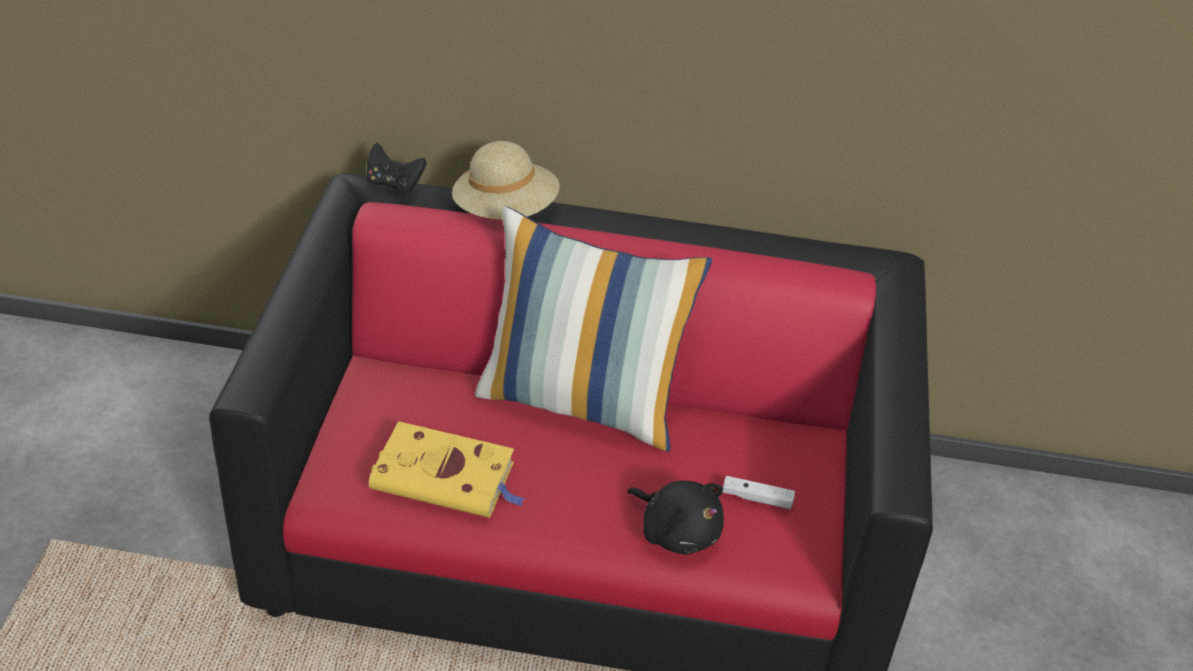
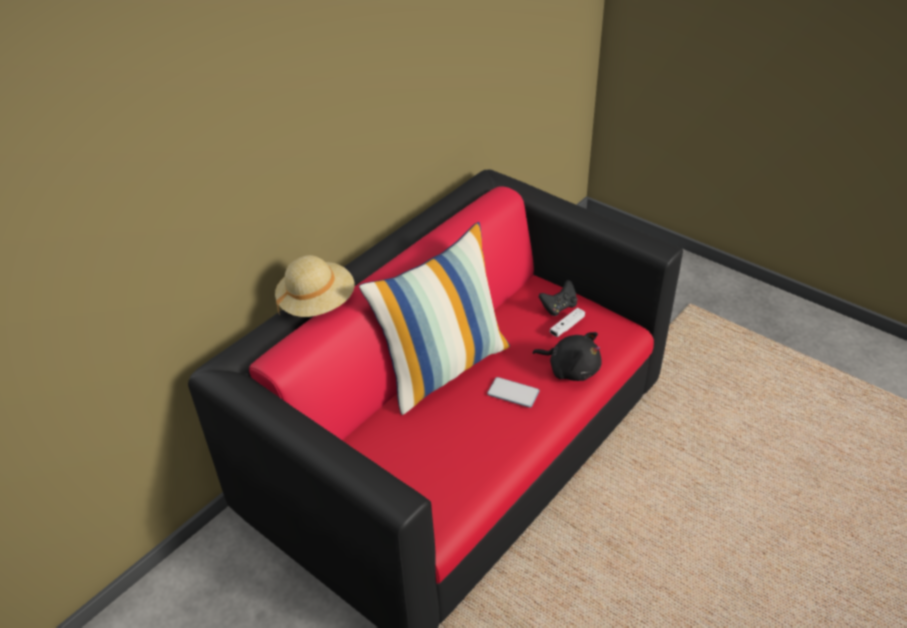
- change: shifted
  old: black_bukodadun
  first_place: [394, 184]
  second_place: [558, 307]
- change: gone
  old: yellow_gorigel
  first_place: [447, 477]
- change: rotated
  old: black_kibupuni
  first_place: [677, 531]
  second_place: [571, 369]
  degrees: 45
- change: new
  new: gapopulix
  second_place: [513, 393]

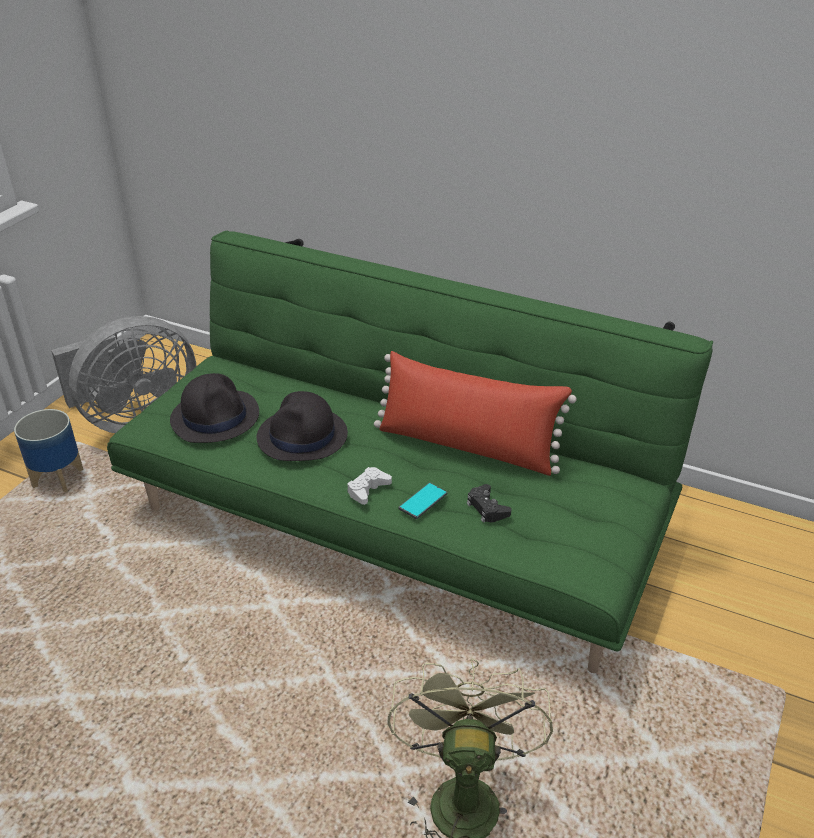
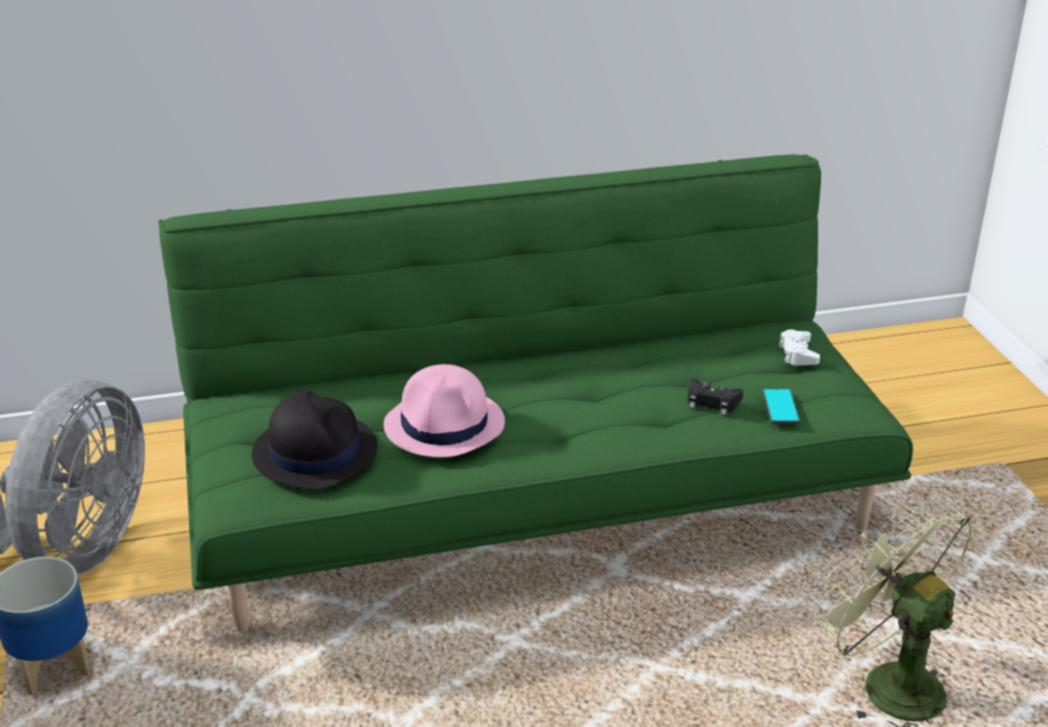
- change: repainted
  old: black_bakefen
  new: pink_bakefen
  first_place: [302, 437]
  second_place: [445, 425]
- change: shifted
  old: white_bukodadun
  first_place: [368, 489]
  second_place: [797, 354]
- change: gone
  old: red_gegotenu
  first_place: [467, 446]
- change: shifted
  old: gapopulix
  first_place: [423, 501]
  second_place: [781, 407]

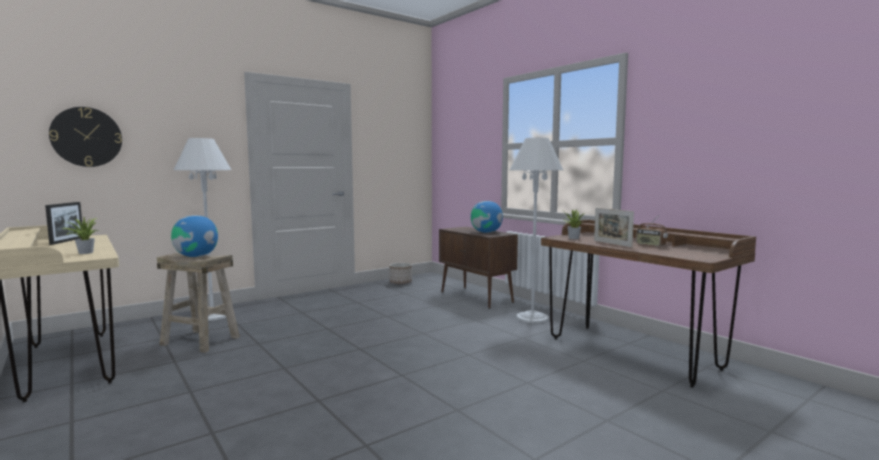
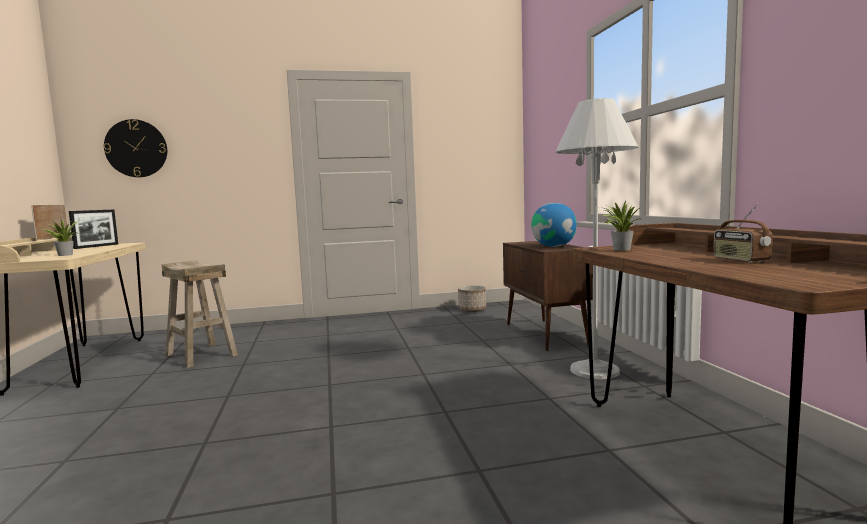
- change: gone
  old: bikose
  first_place: [196, 256]
- change: gone
  old: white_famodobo
  first_place: [212, 316]
- change: shifted
  old: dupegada
  first_place: [612, 243]
  second_place: [53, 237]

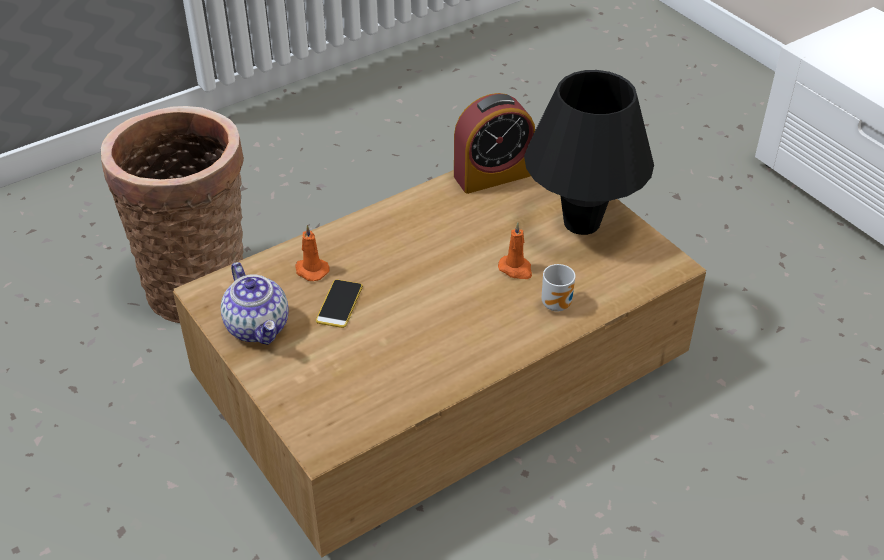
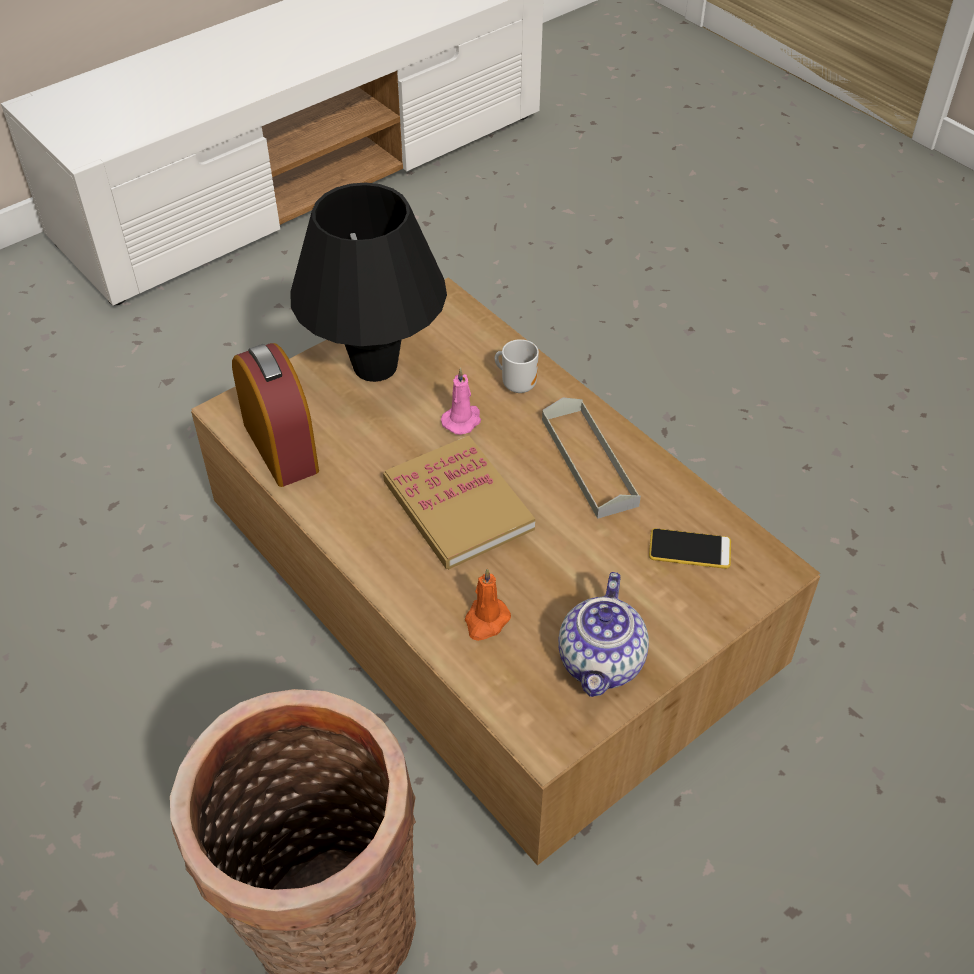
- change: rotated
  old: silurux
  first_place: [259, 327]
  second_place: [602, 662]
  degrees: 135
- change: shifted
  old: gapopulix
  first_place: [339, 304]
  second_place: [689, 549]
- change: repainted
  old: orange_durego
  new: pink_durego
  first_place: [516, 269]
  second_place: [462, 420]
- change: new
  new: gorigel
  second_place: [458, 506]
- change: new
  new: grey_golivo
  second_place: [589, 462]

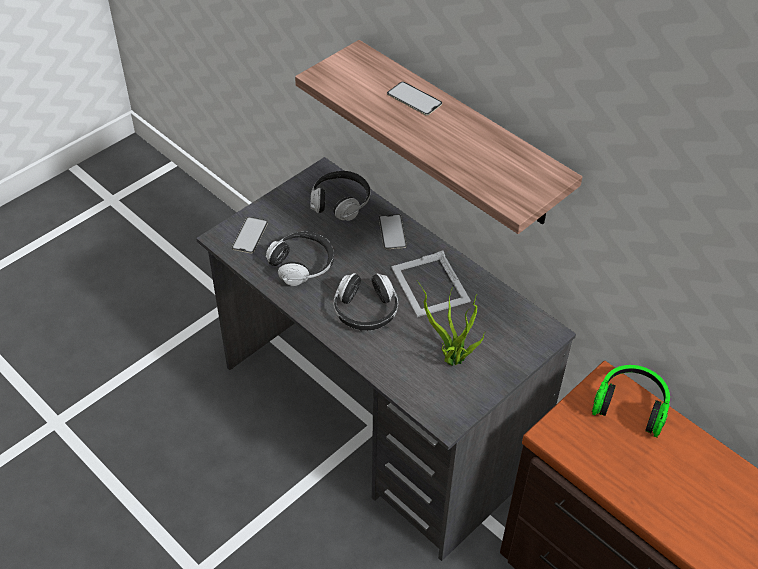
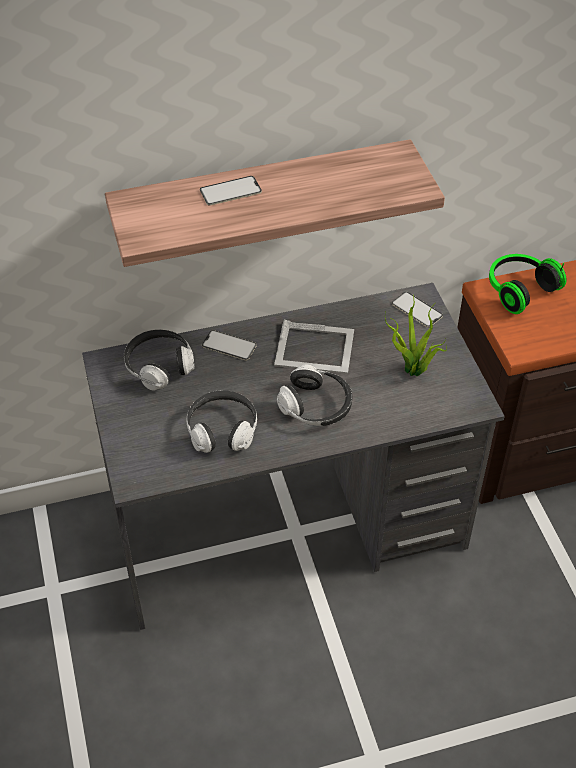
- change: shifted
  old: gapopulix
  first_place: [250, 235]
  second_place: [417, 310]

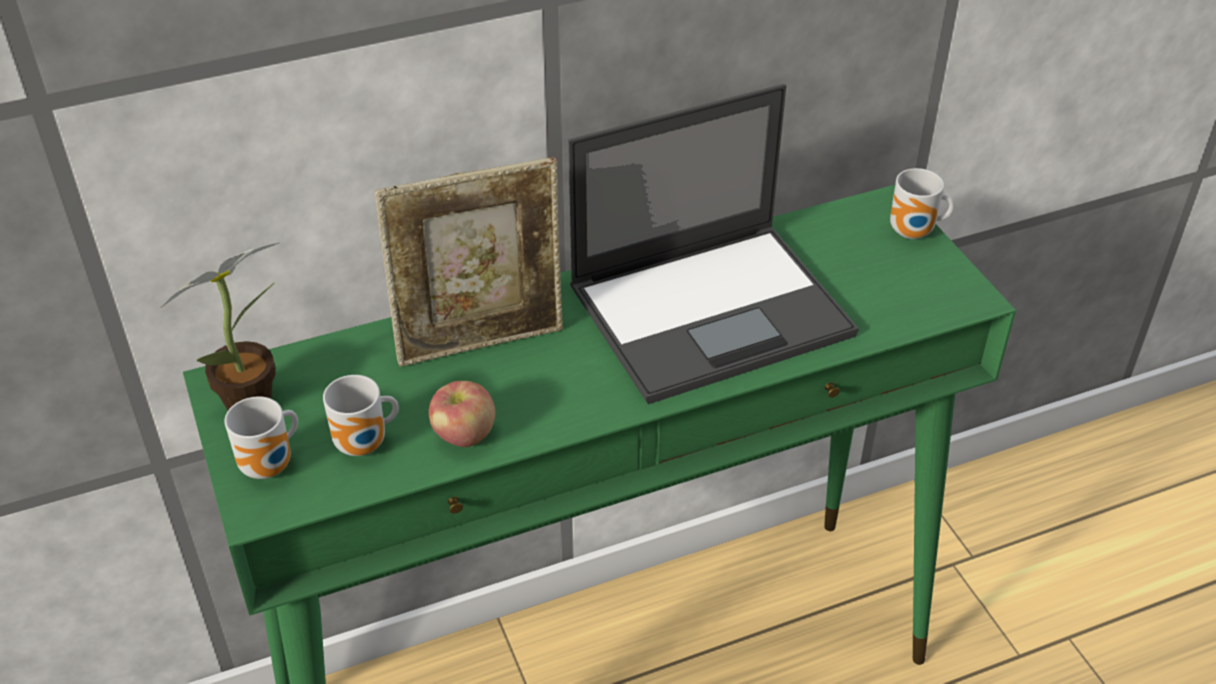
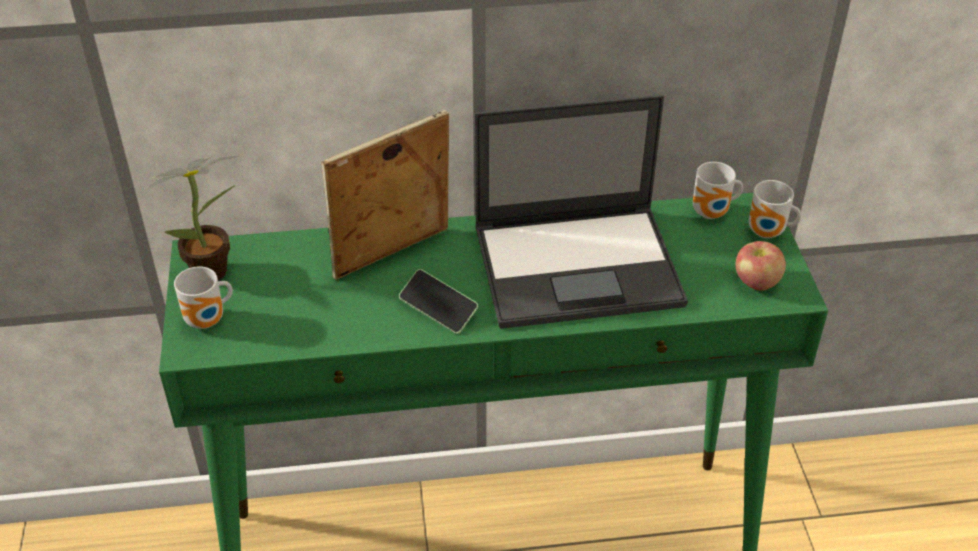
- change: shifted
  old: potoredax
  first_place: [365, 445]
  second_place: [713, 213]
- change: rotated
  old: dupegada
  first_place: [481, 341]
  second_place: [393, 257]
  degrees: 150
- change: shifted
  old: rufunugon
  first_place: [464, 435]
  second_place: [756, 282]
- change: new
  new: gapopulix
  second_place: [438, 309]

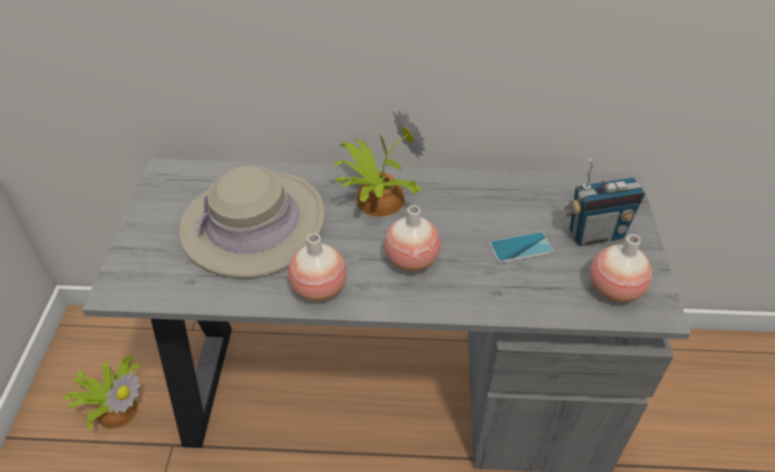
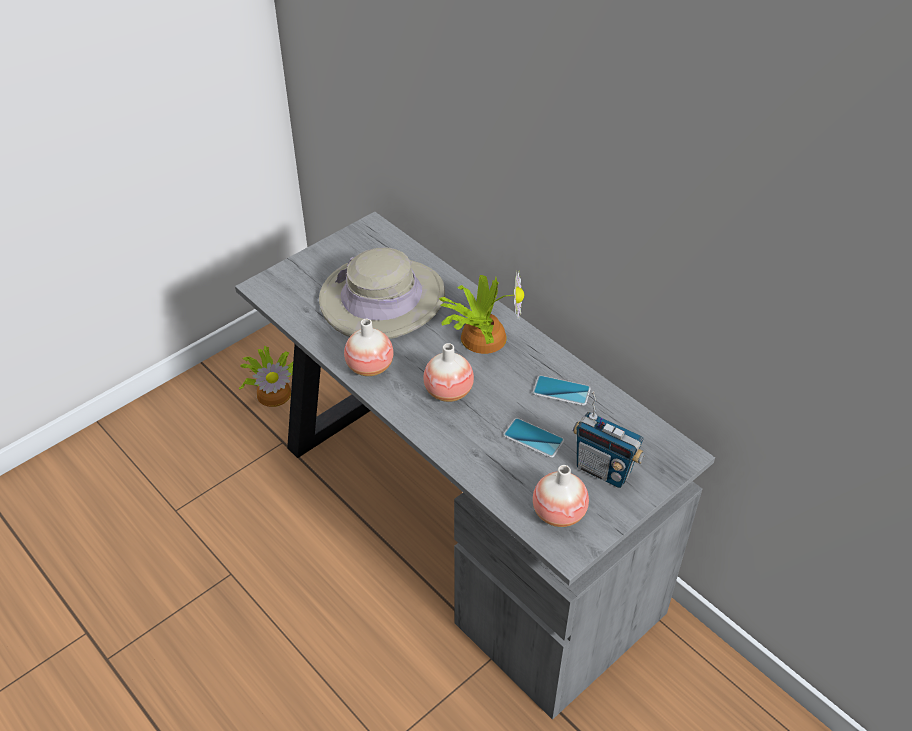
- change: new
  new: gapopulix
  second_place: [561, 391]

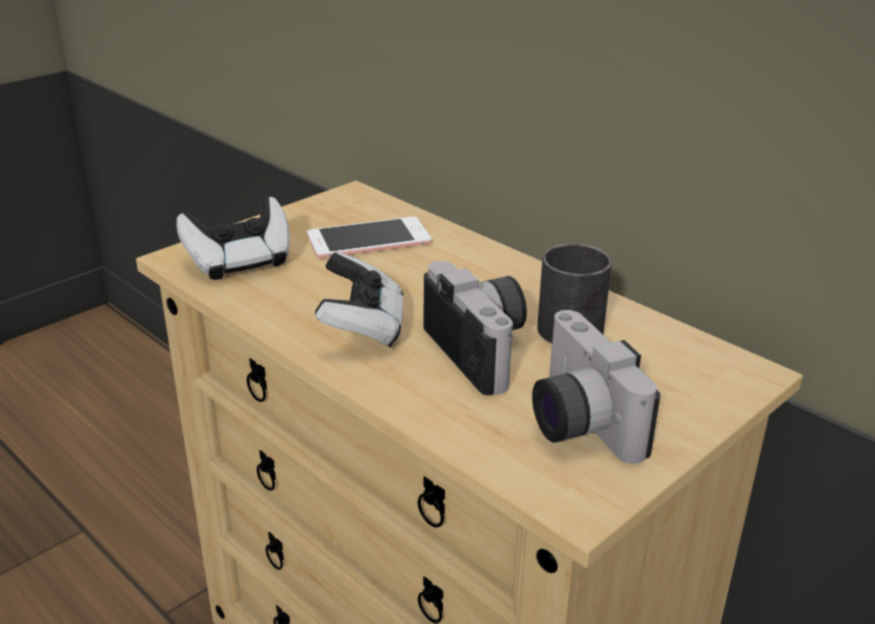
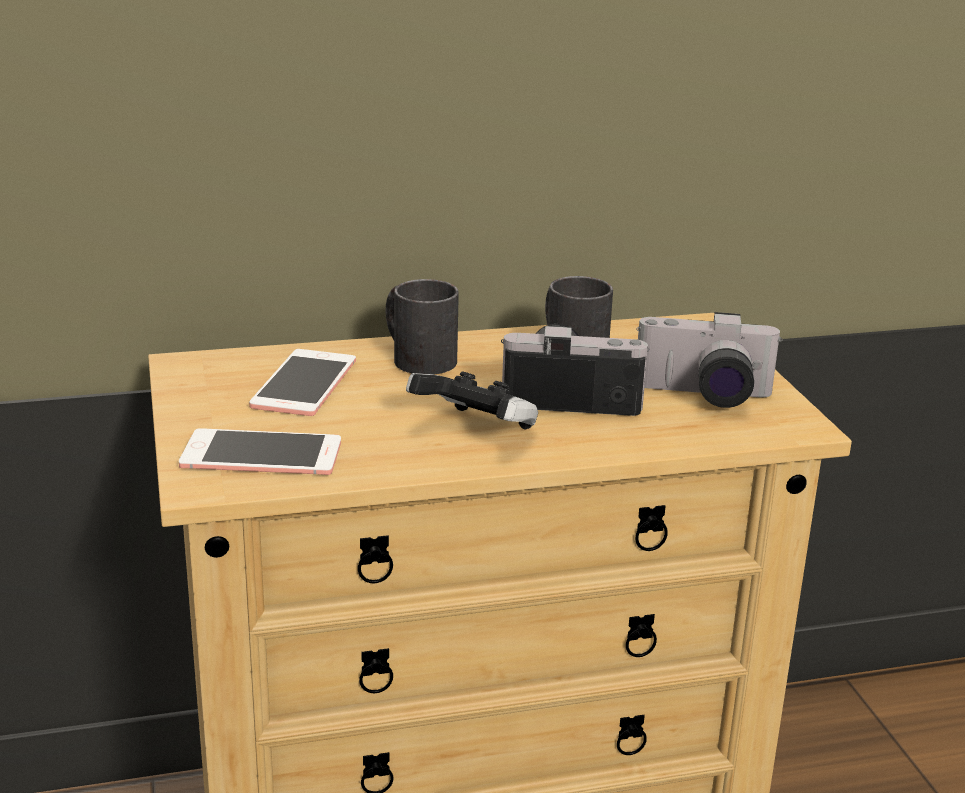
- change: swapped
  old: bukodadun
  new: gapopulix
  first_place: [239, 262]
  second_place: [261, 454]
- change: new
  new: black_potoredax
  second_place: [416, 357]

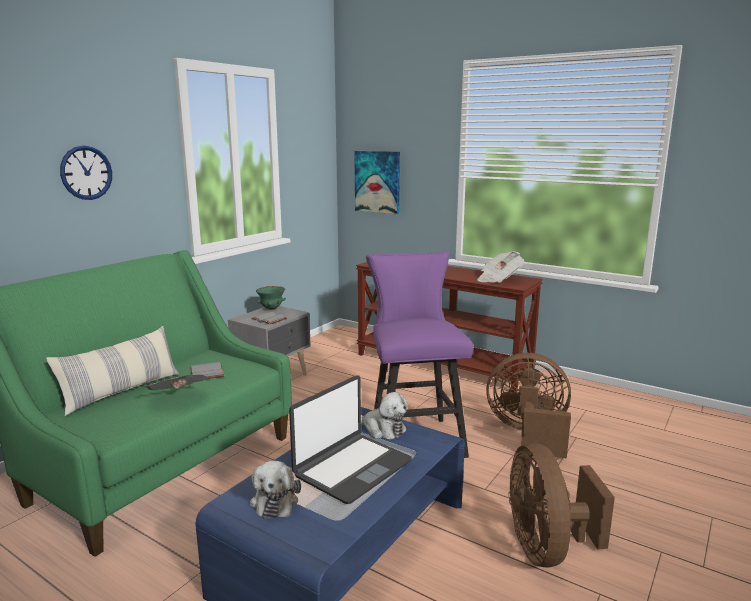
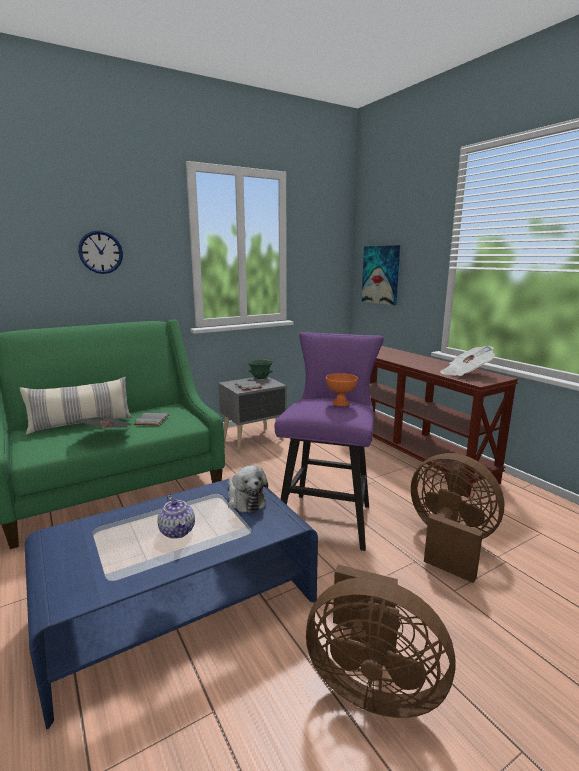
- change: gone
  old: kibupuni
  first_place: [275, 500]
- change: swapped
  old: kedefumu
  new: silurux
  first_place: [352, 468]
  second_place: [178, 531]
- change: rotated
  old: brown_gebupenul
  first_place: [546, 548]
  second_place: [371, 684]
  degrees: -90
- change: new
  new: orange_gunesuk
  second_place: [341, 403]

